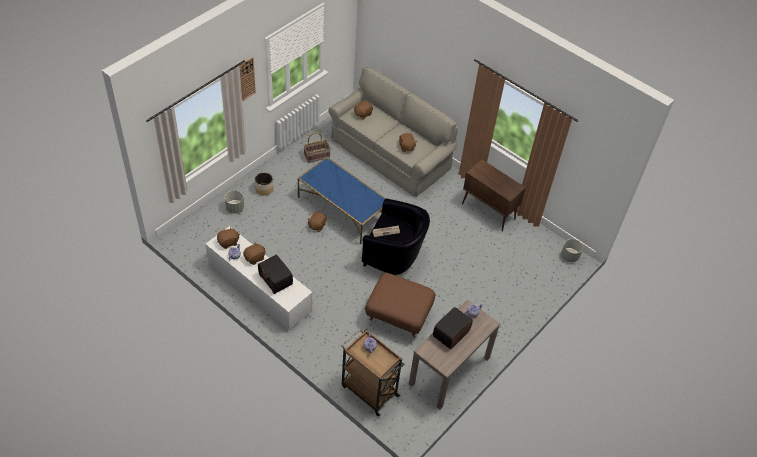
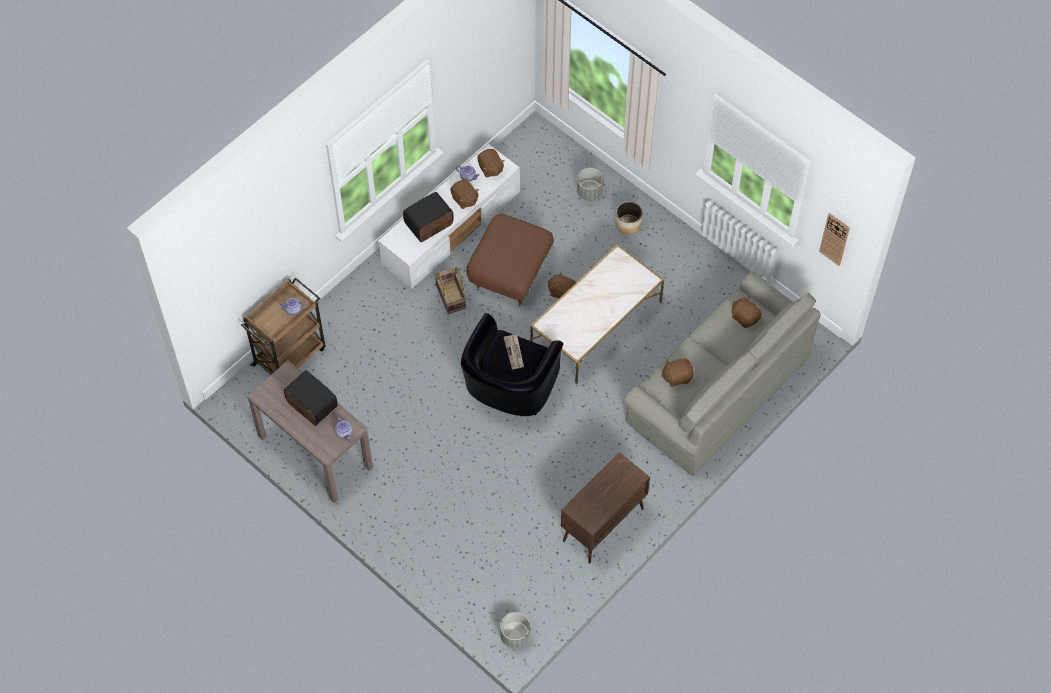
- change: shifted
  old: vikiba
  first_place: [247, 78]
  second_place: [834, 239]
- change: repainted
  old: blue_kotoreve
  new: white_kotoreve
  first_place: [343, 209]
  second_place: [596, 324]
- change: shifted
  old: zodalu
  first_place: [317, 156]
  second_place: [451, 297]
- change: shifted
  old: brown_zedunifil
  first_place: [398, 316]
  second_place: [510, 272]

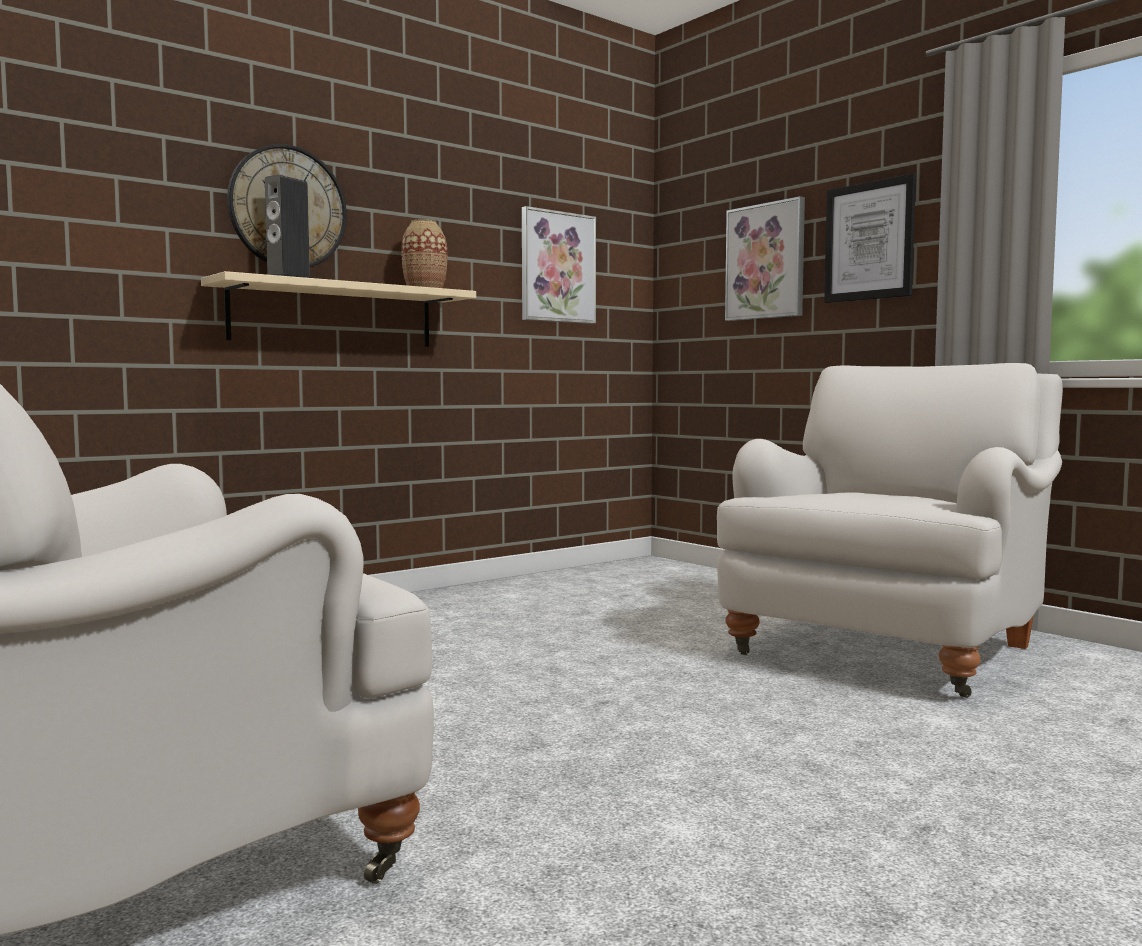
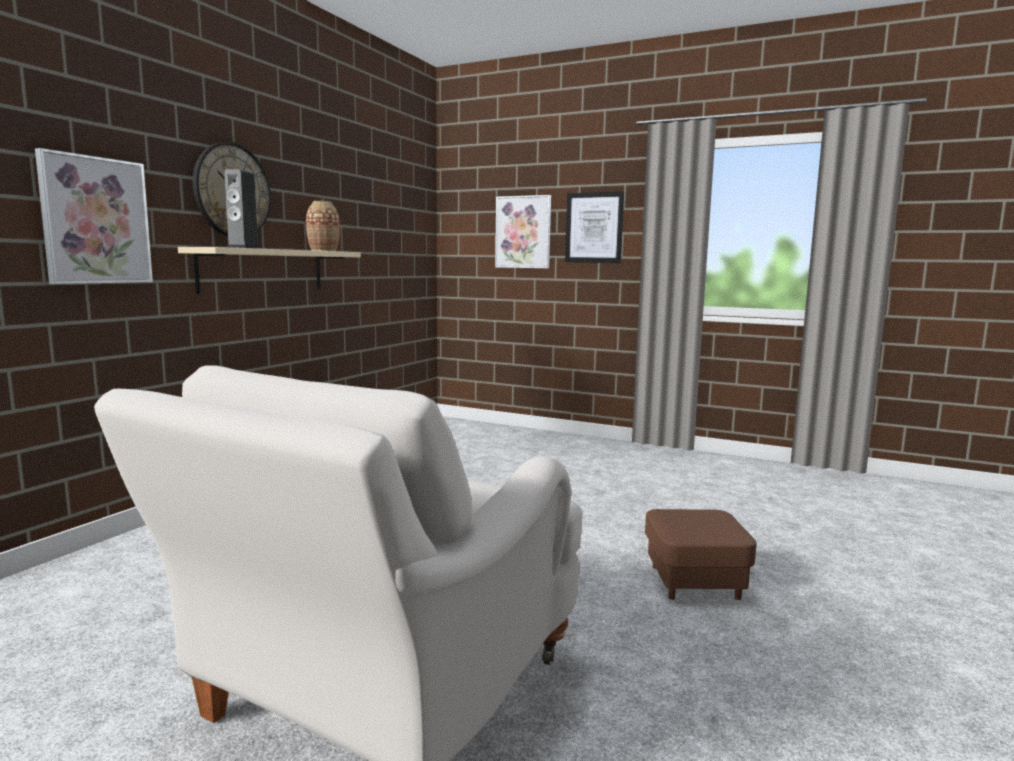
- change: shifted
  old: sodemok
  first_place: [557, 267]
  second_place: [96, 221]
- change: gone
  old: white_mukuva
  first_place: [890, 648]
- change: new
  new: brown_zedunifil
  second_place: [694, 582]

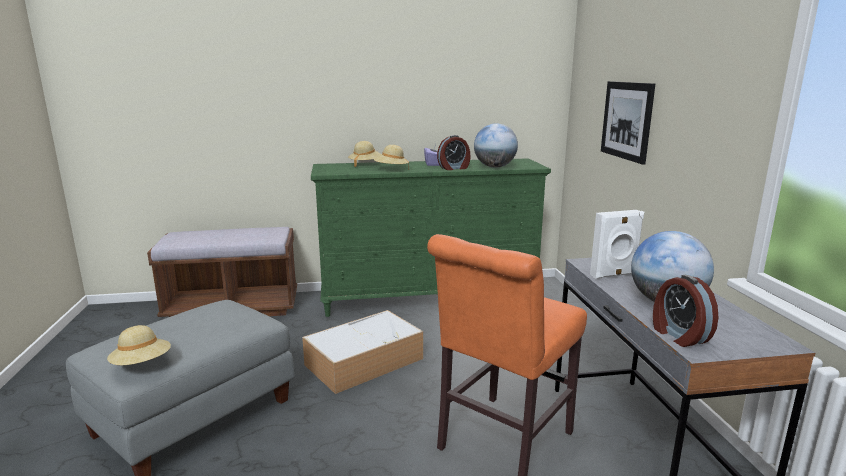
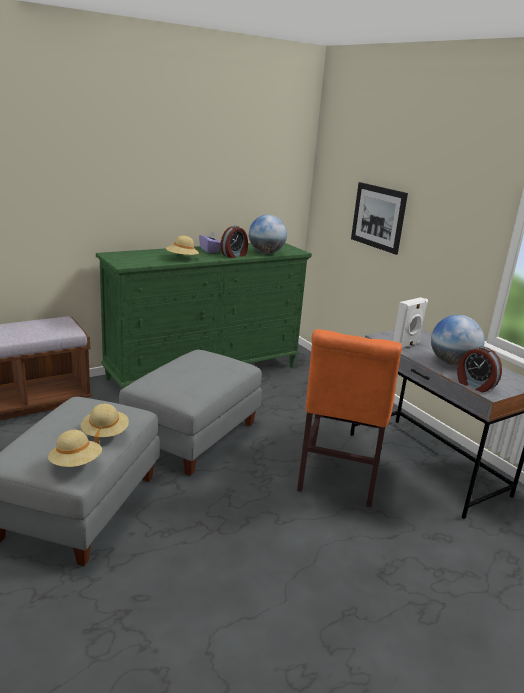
- change: swapped
  old: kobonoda
  new: grey_zedunifil
  first_place: [365, 361]
  second_place: [192, 435]
- change: shifted
  old: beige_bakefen
  first_place: [365, 164]
  second_place: [105, 433]

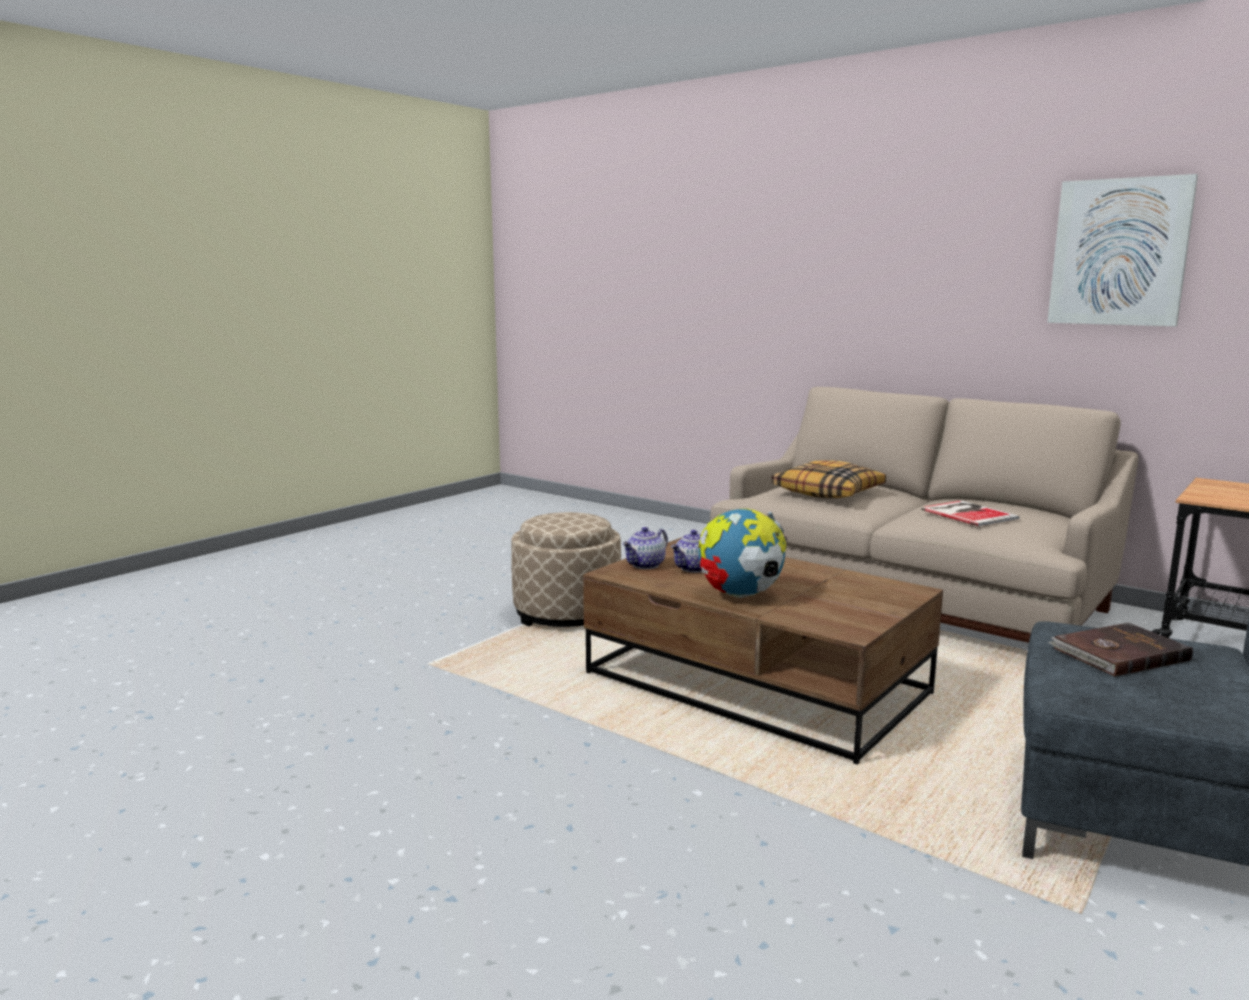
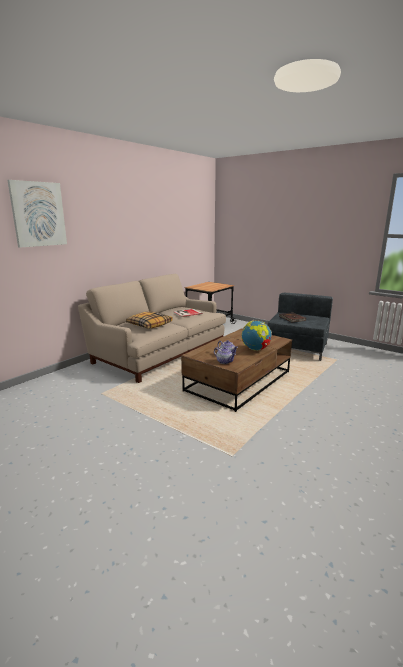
- change: gone
  old: beige_zedunifil
  first_place: [567, 614]
- change: shifted
  old: sodemok
  first_place: [1119, 252]
  second_place: [38, 214]

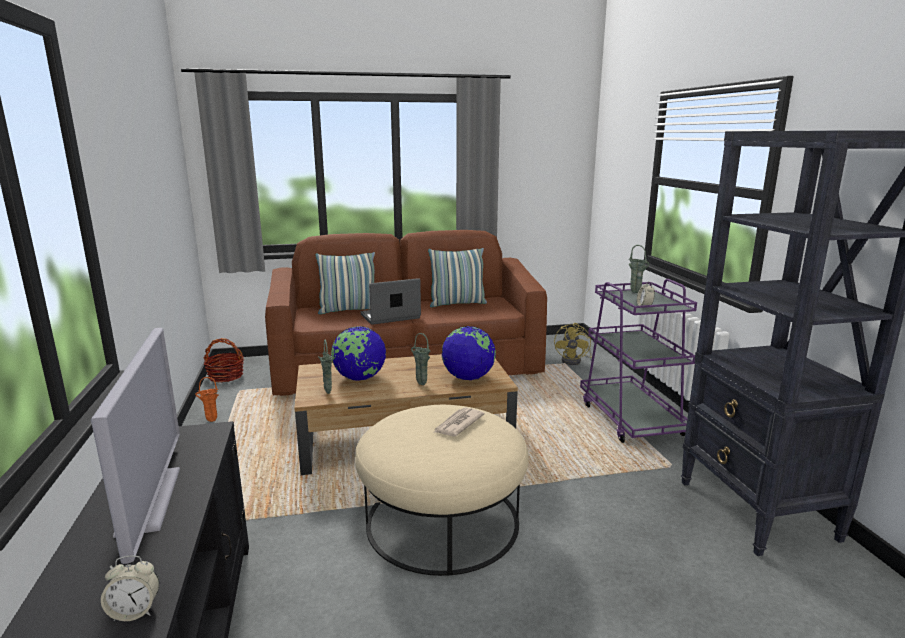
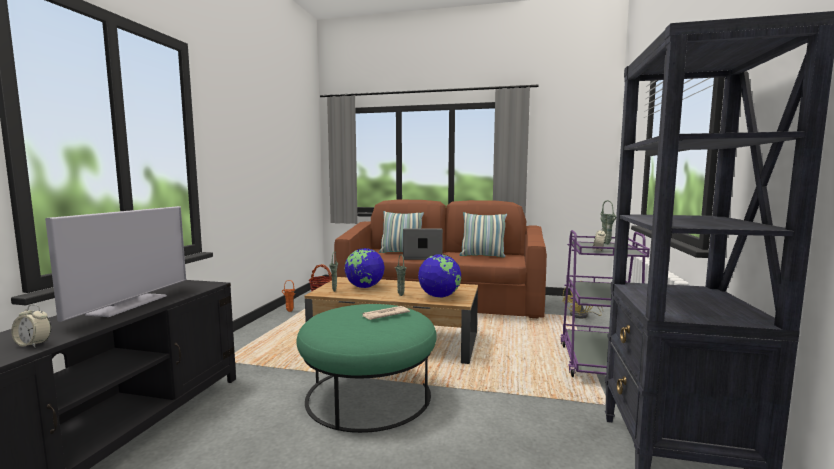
- change: repainted
  old: beige_zedunifil
  new: green_zedunifil
  first_place: [442, 520]
  second_place: [368, 395]

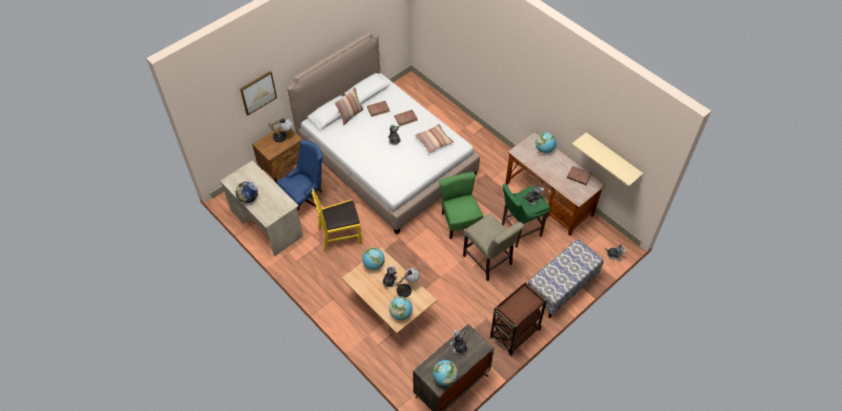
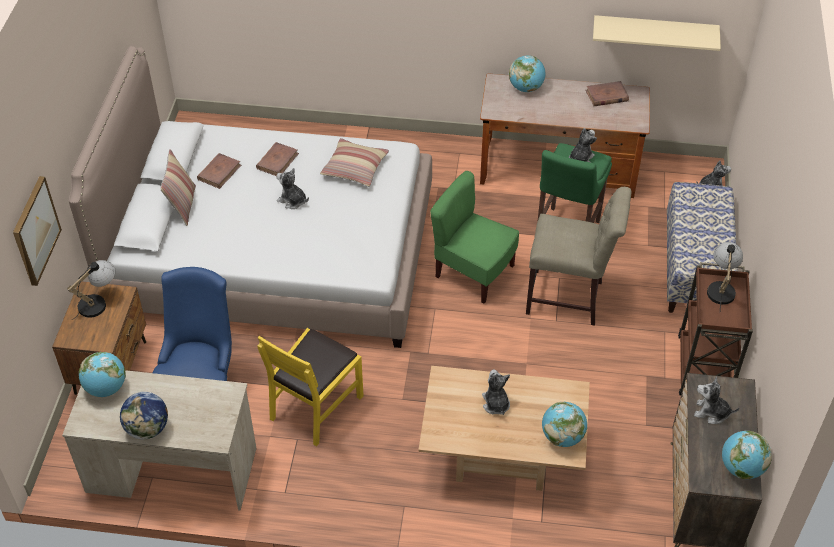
- change: shifted
  old: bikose
  first_place: [373, 264]
  second_place: [106, 388]
- change: shifted
  old: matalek
  first_place: [407, 288]
  second_place: [721, 287]

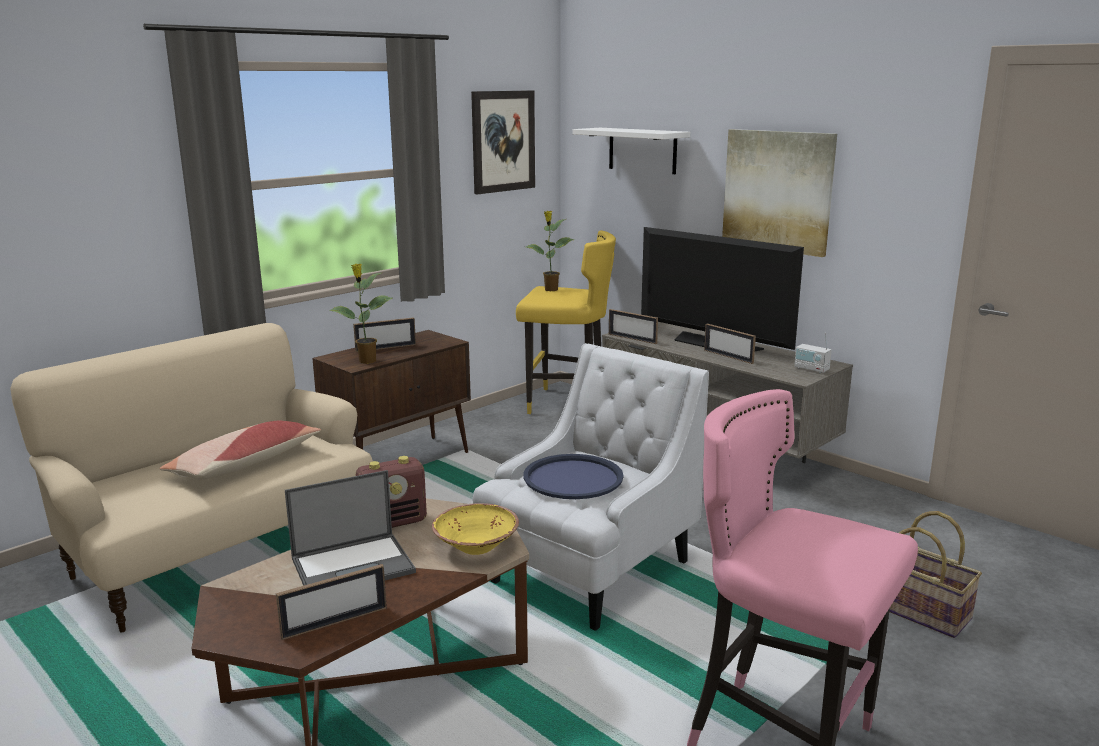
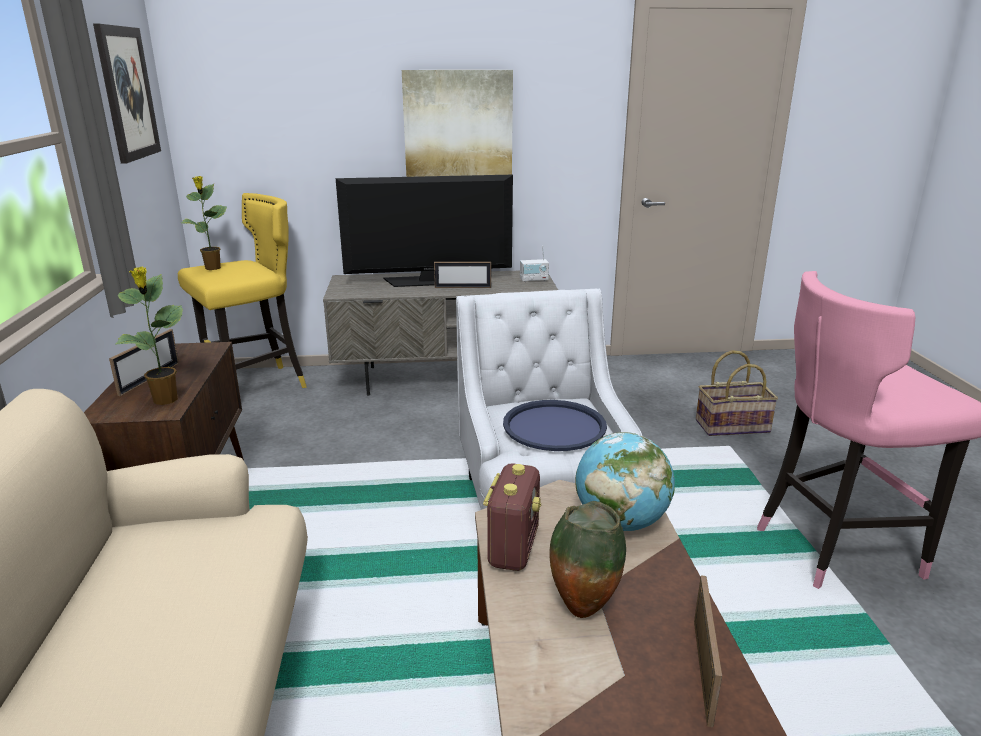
- change: gone
  old: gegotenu
  first_place: [244, 464]
- change: swapped
  old: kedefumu
  new: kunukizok
  first_place: [354, 565]
  second_place: [582, 609]
- change: swapped
  old: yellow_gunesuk
  new: bikose
  first_place: [476, 546]
  second_place: [620, 522]
- change: gone
  old: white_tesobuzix
  first_place: [642, 150]
- change: gone
  old: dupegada
  first_place: [632, 339]

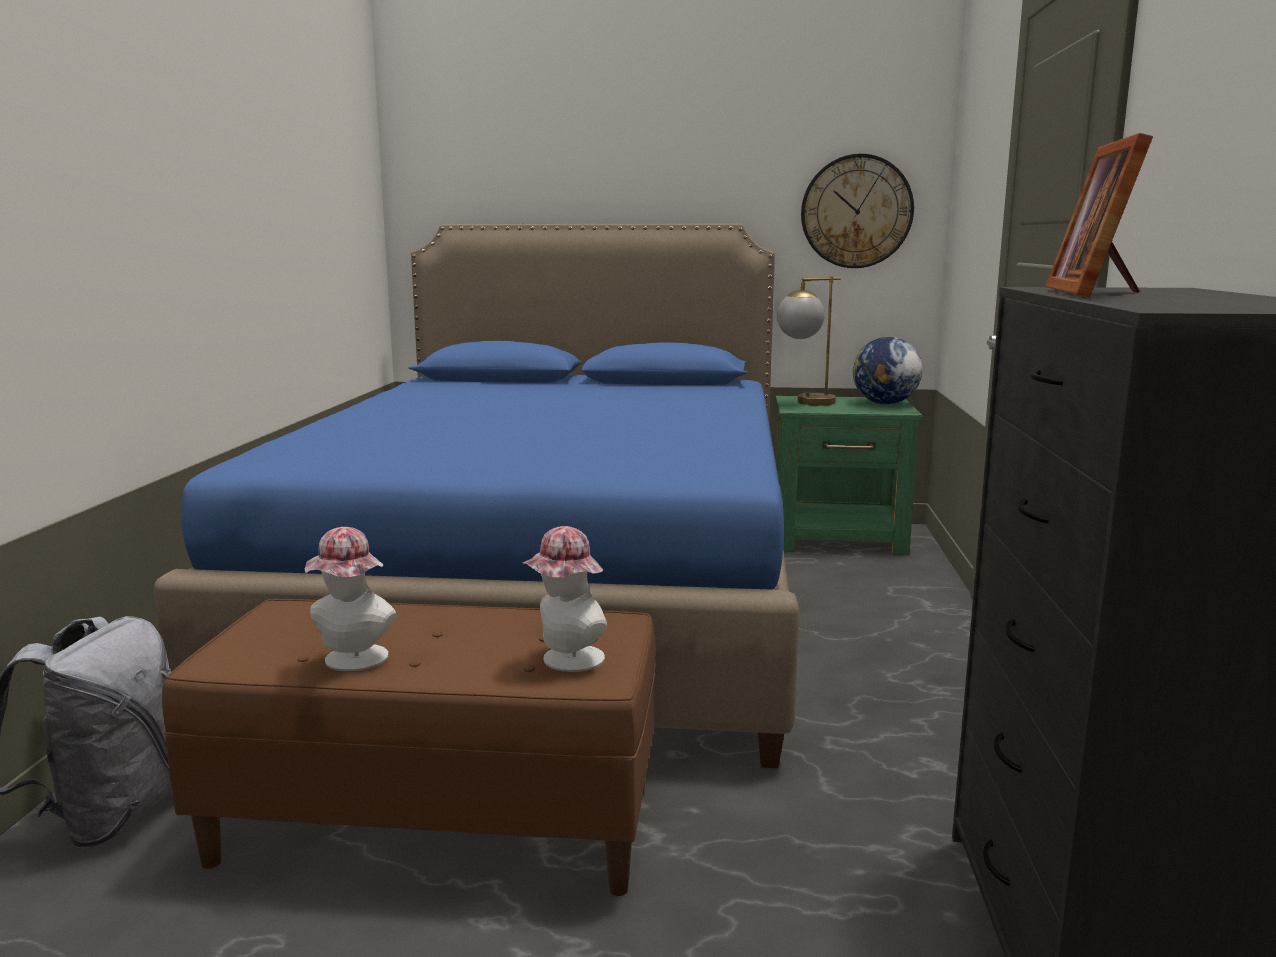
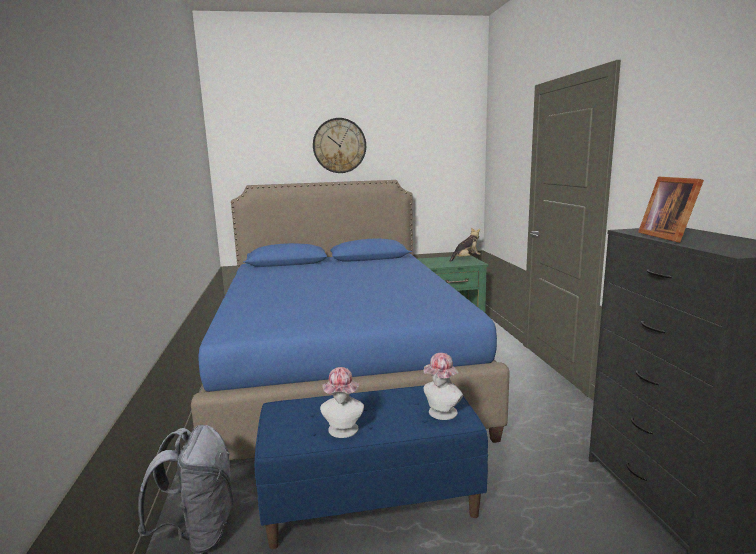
- change: repainted
  old: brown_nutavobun
  new: blue_nutavobun
  first_place: [439, 824]
  second_place: [371, 500]
- change: gone
  old: matalek
  first_place: [805, 403]
- change: shifted
  old: vikiba
  first_place: [856, 211]
  second_place: [339, 145]
- change: swapped
  old: bikose
  new: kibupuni
  first_place: [884, 403]
  second_place: [466, 259]

